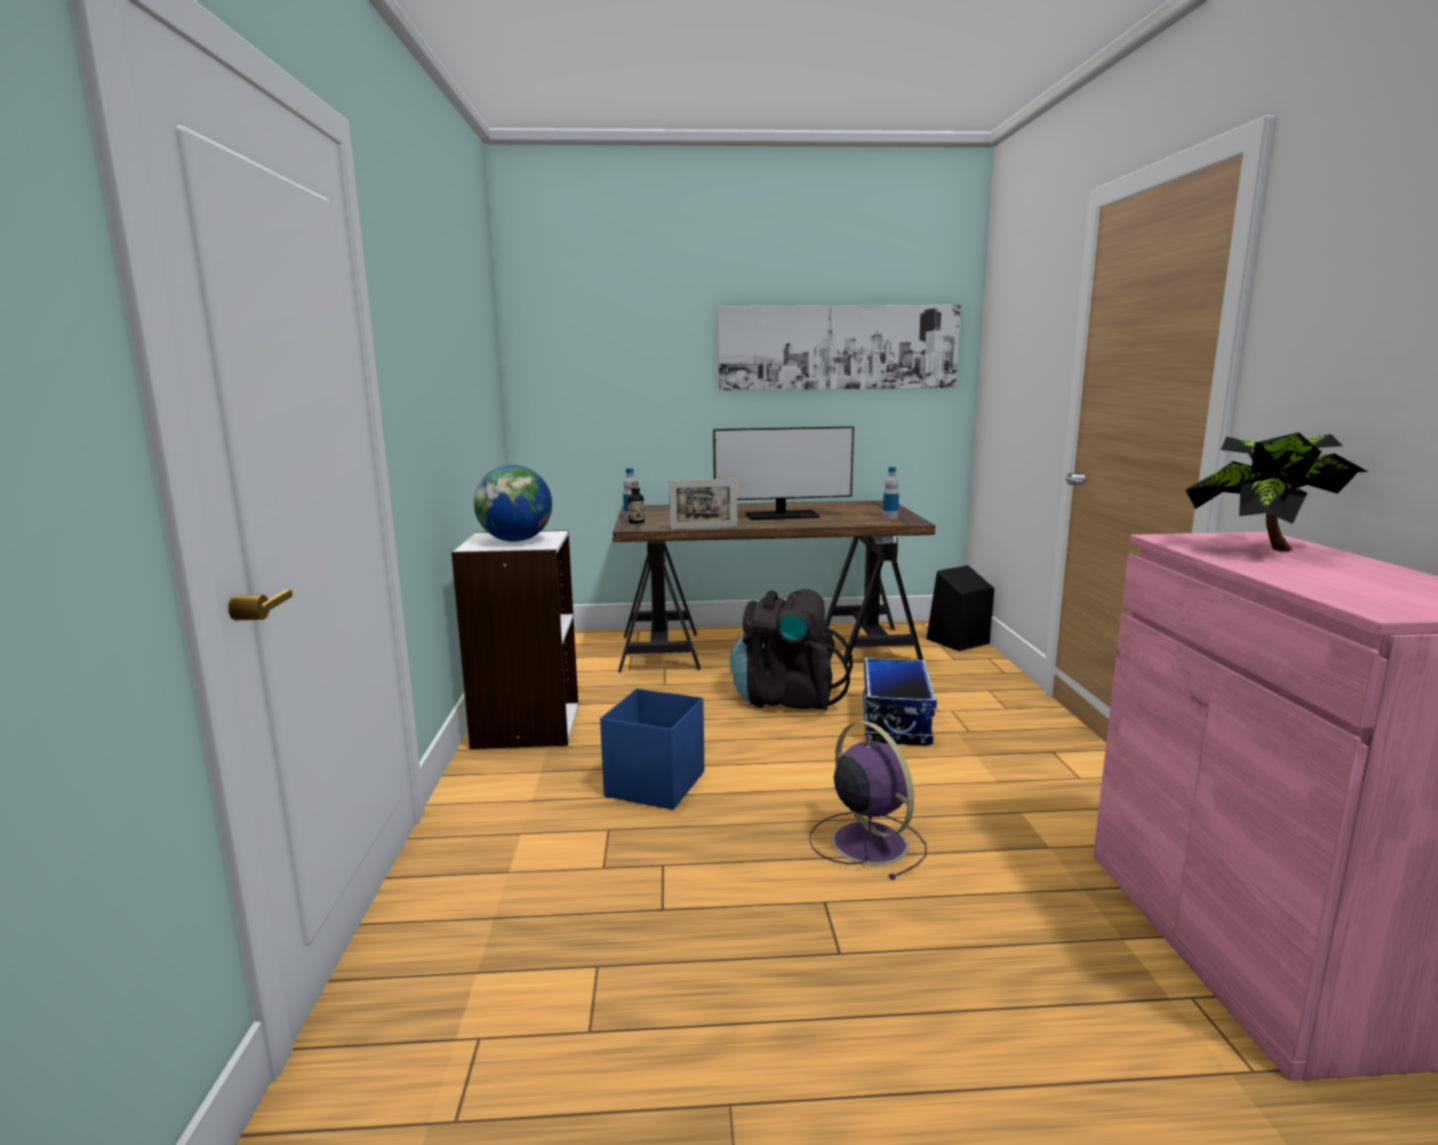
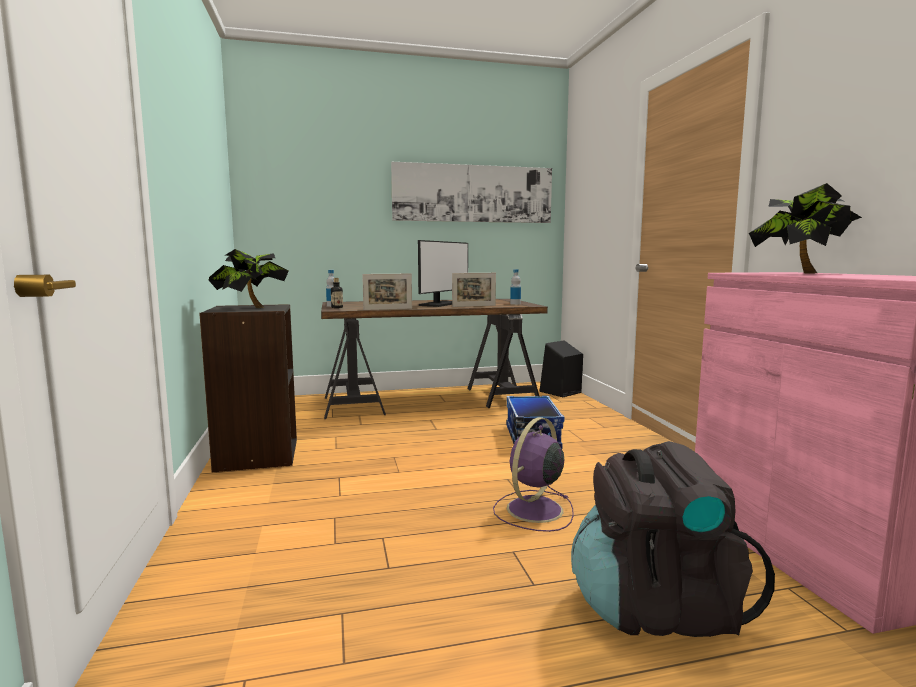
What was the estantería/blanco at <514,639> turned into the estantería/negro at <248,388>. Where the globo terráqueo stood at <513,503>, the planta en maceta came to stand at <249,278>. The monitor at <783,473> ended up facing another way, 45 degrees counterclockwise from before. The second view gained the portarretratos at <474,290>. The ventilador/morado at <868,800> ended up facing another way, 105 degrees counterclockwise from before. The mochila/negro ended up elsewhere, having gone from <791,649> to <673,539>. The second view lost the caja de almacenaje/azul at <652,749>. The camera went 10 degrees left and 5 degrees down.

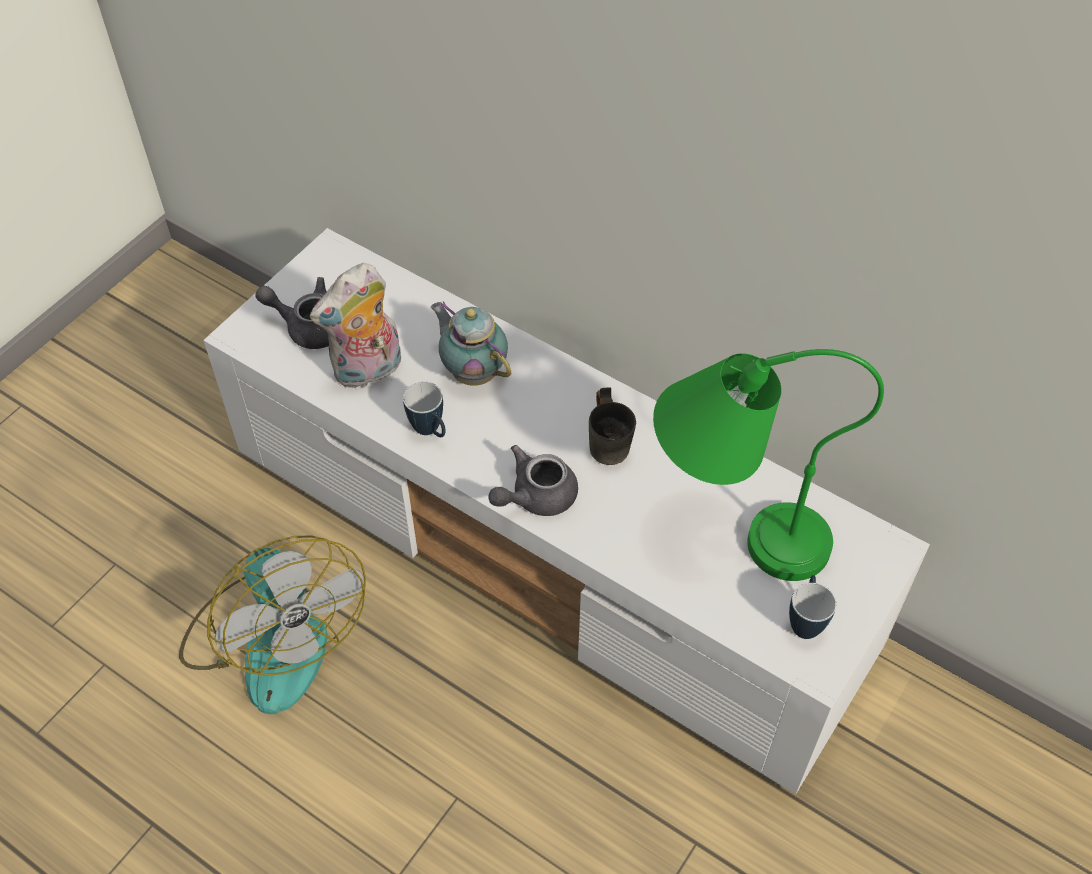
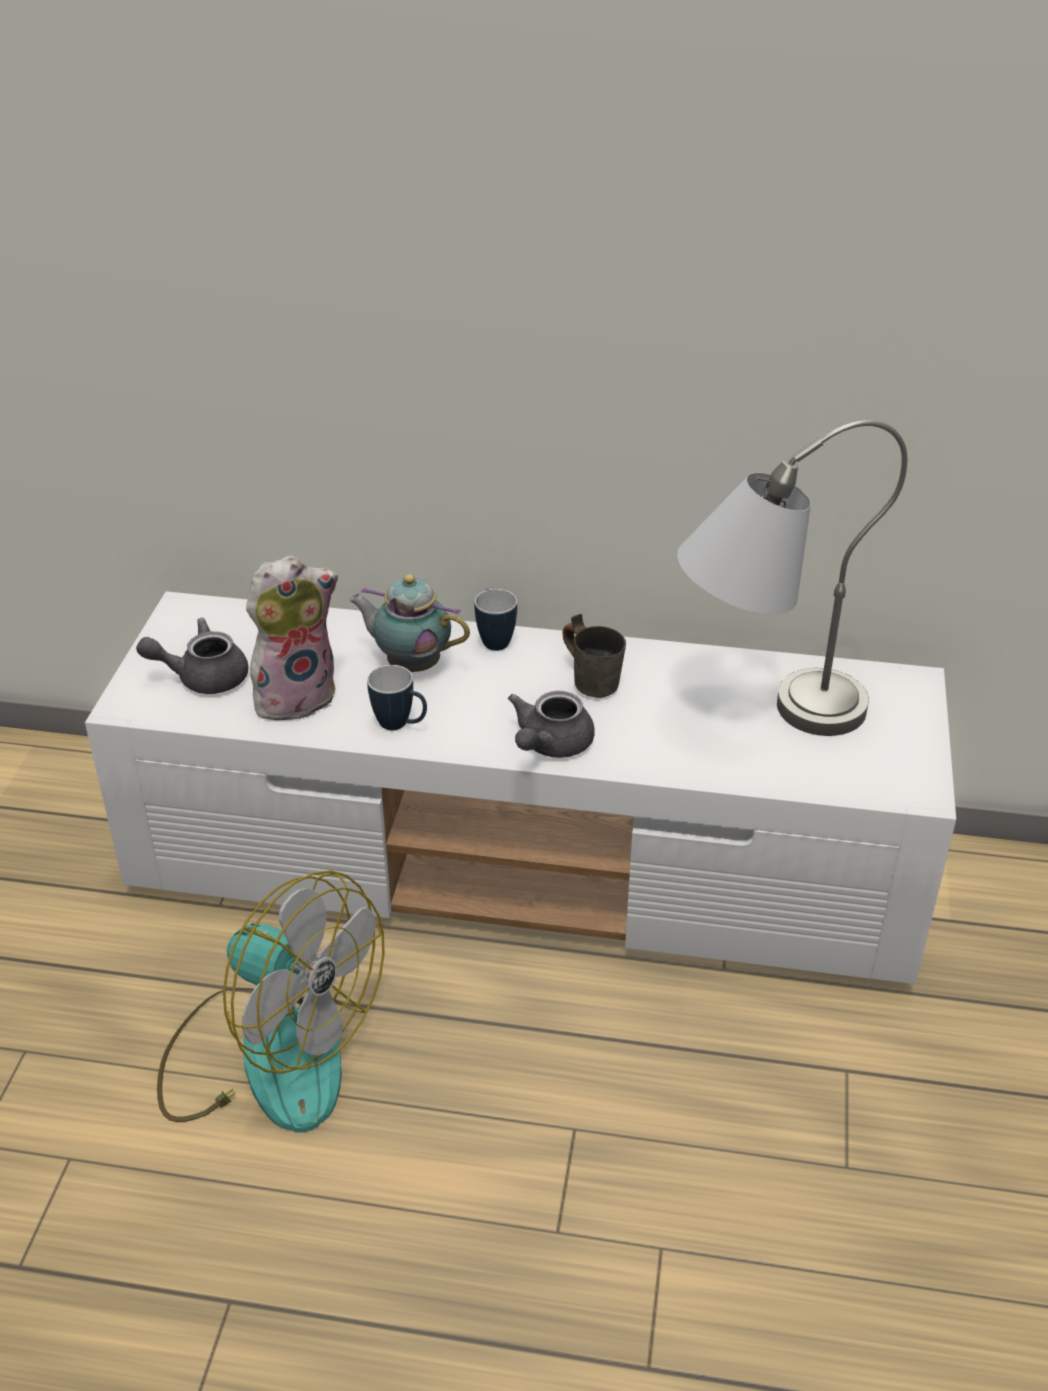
The peluche at <355,326> ended up facing another way, 150 degrees counterclockwise from before. The taza grande ended up elsewhere, having gone from <812,607> to <496,620>. What was the lámpara de mesa/verde at <768,465> turned into the lámpara de mesa/gris at <792,578>. The camera went 25 degrees left and 15 degrees down.

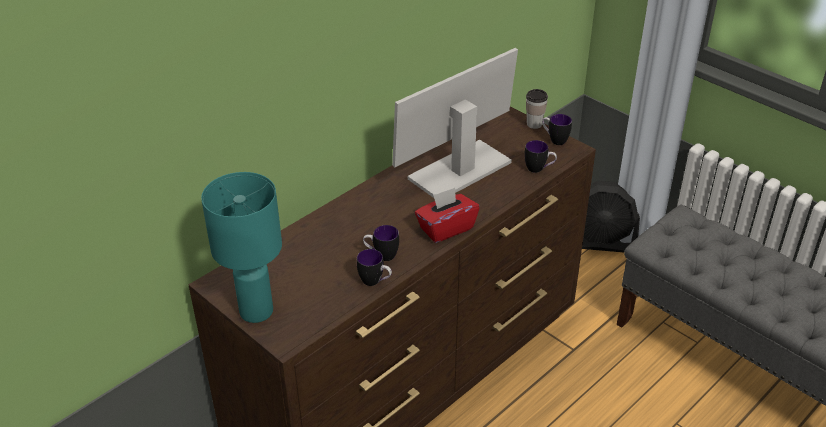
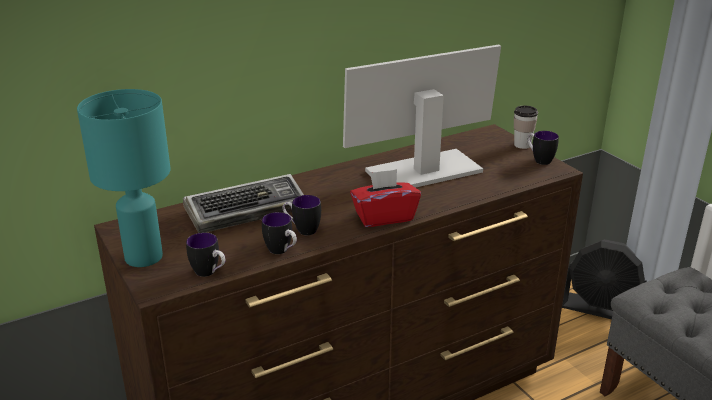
The second view gained the teclado at <243,203>. The taza grande ended up elsewhere, having gone from <540,156> to <206,254>. The camera went 15 degrees right and 10 degrees down.

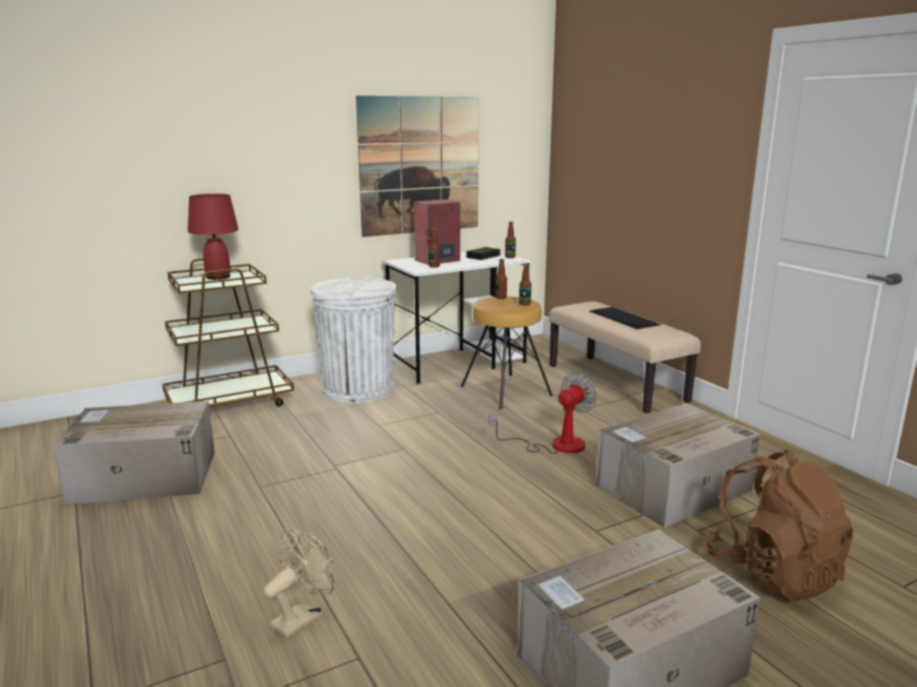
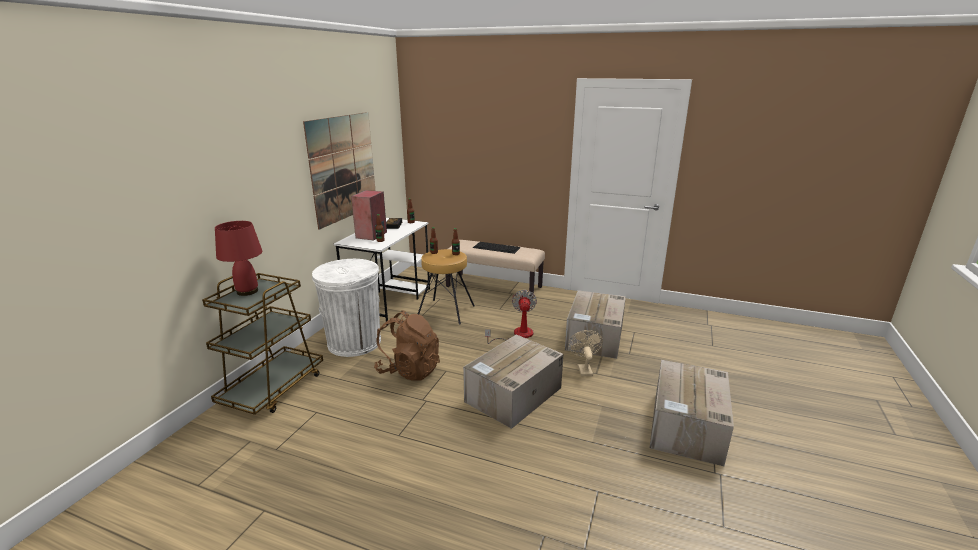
The mochila/marrón ended up elsewhere, having gone from <778,525> to <407,346>. The caja de cartón ended up elsewhere, having gone from <134,453> to <513,381>. The ventilador/beis ended up elsewhere, having gone from <299,583> to <585,353>. The camera went 40 degrees left and 5 degrees up.

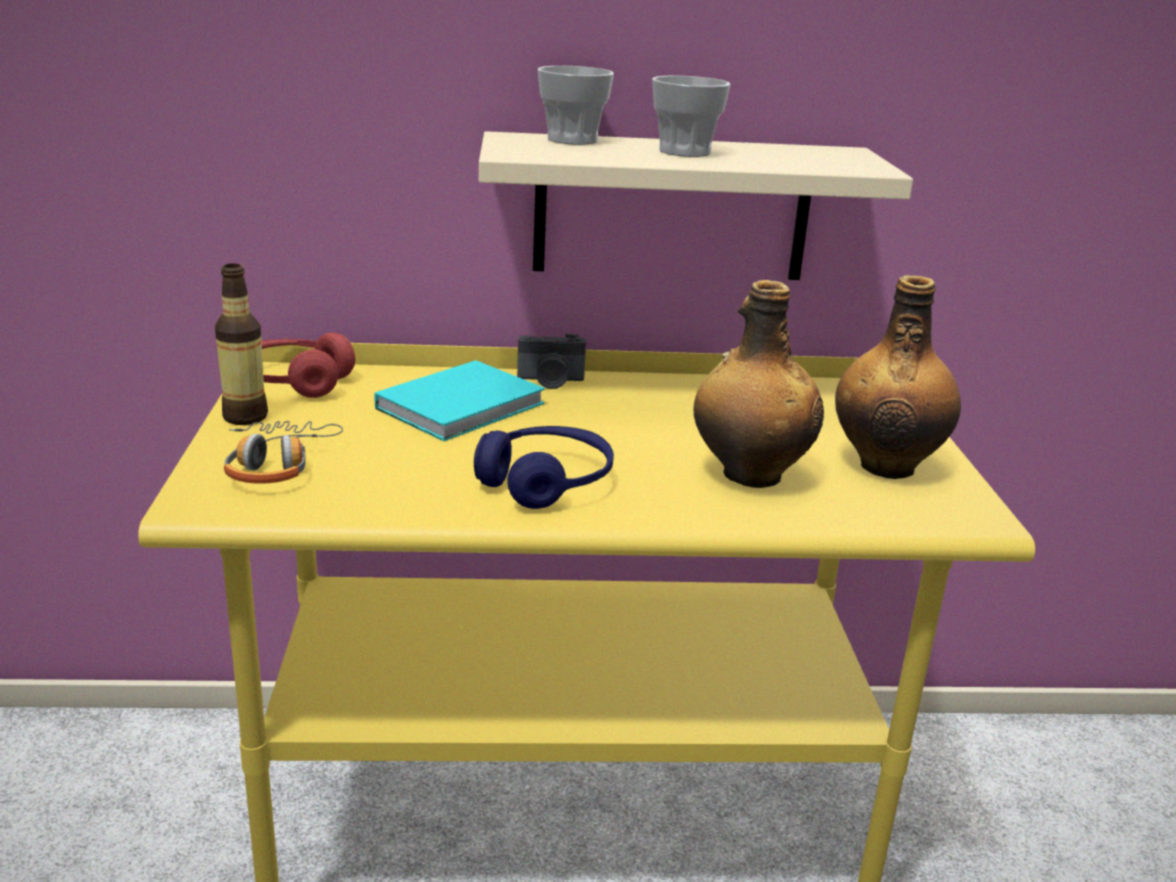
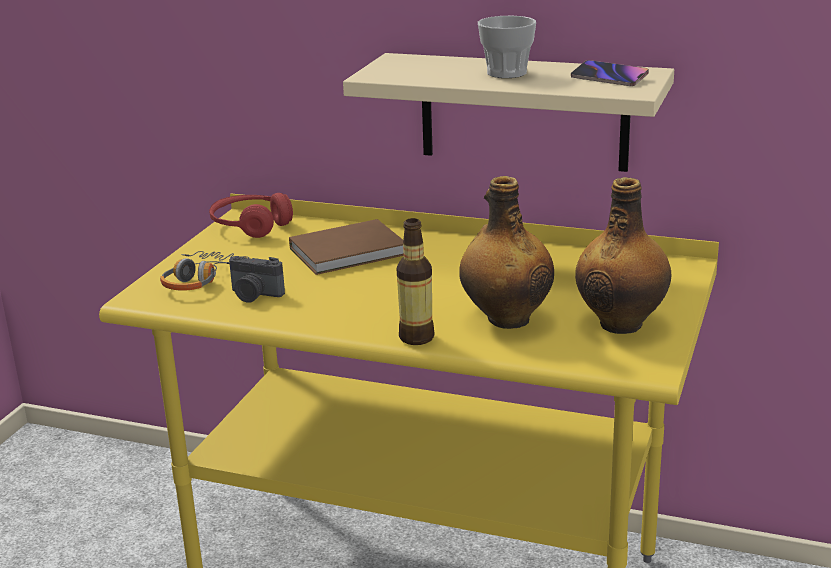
The cámara ended up elsewhere, having gone from <551,361> to <257,279>. What was the libro/turquesa at <459,400> turned into the libro/marrón at <346,247>. The botella ended up elsewhere, having gone from <241,344> to <415,281>. The second view gained the móvil at <610,73>. The second view lost the auriculares/azul at <544,467>. The second view lost the taza at <576,105>. The camera went 25 degrees right and 0 degrees up.

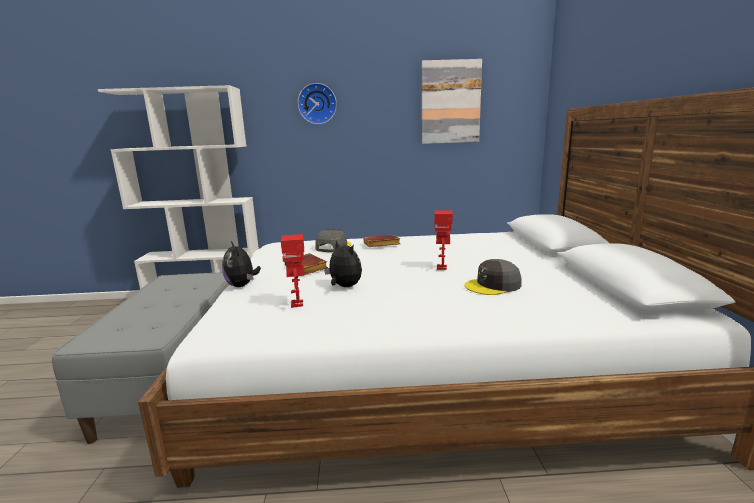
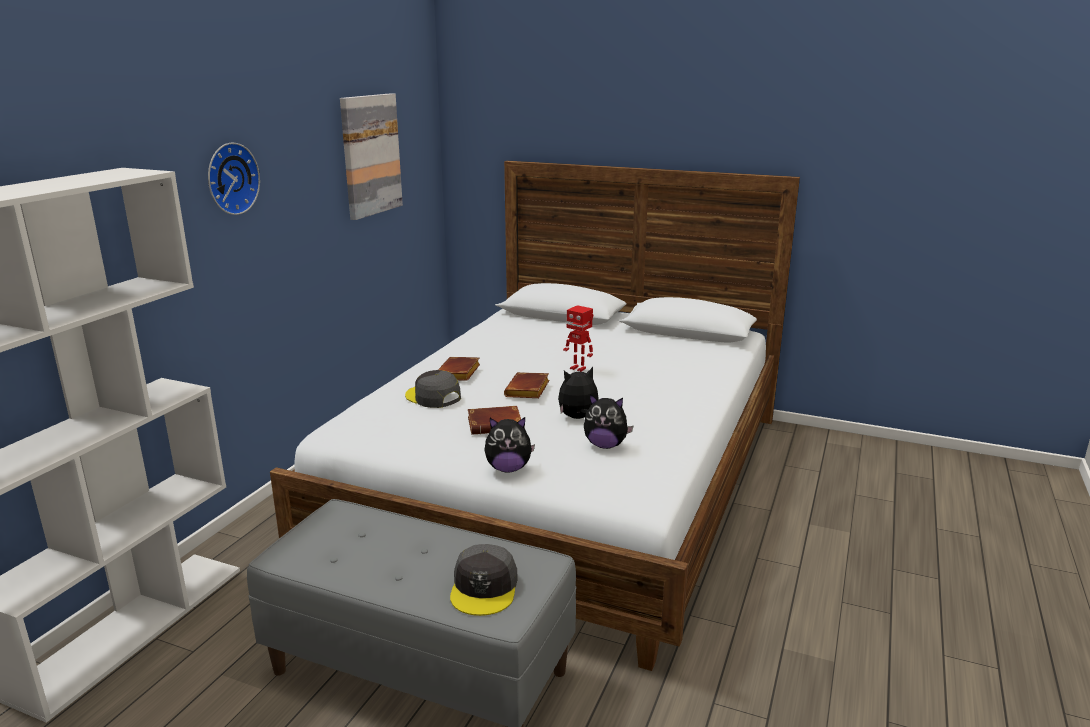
The gorra/gris ended up elsewhere, having gone from <493,277> to <483,580>. The second view gained the libro/marrón at <526,385>. Where the robot de juguete stood at <292,271>, the peluche came to stand at <608,421>. The camera went 65 degrees left and 5 degrees up.

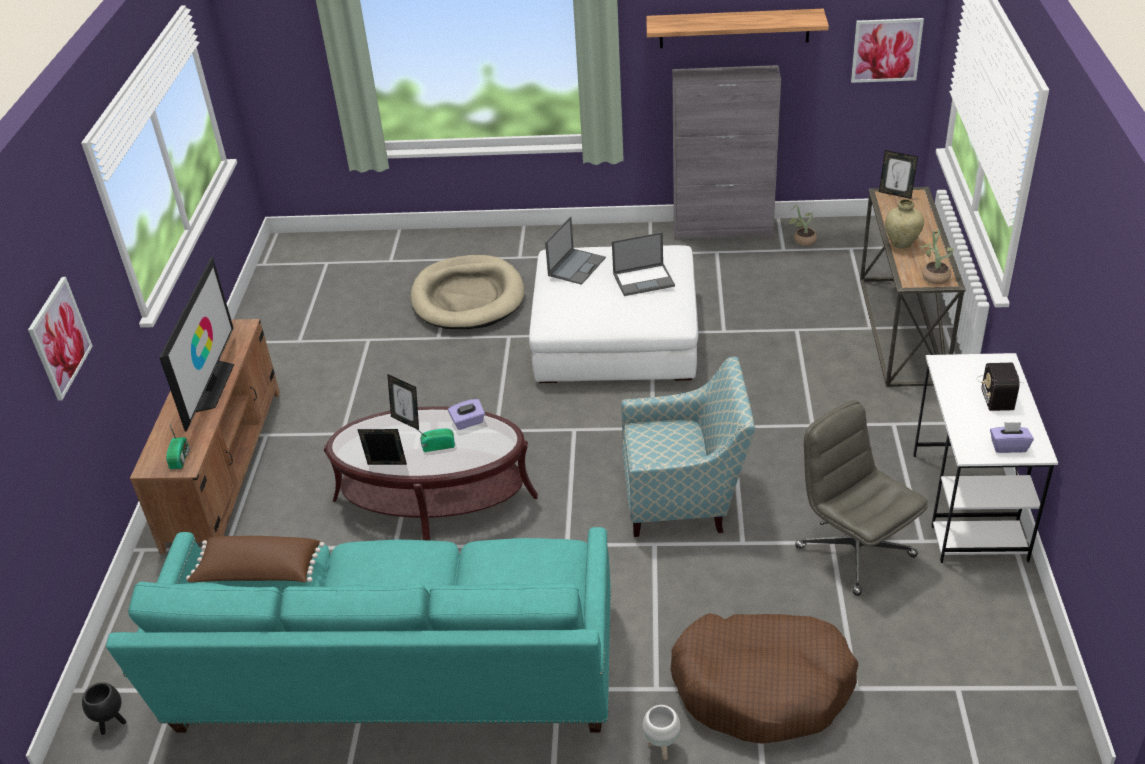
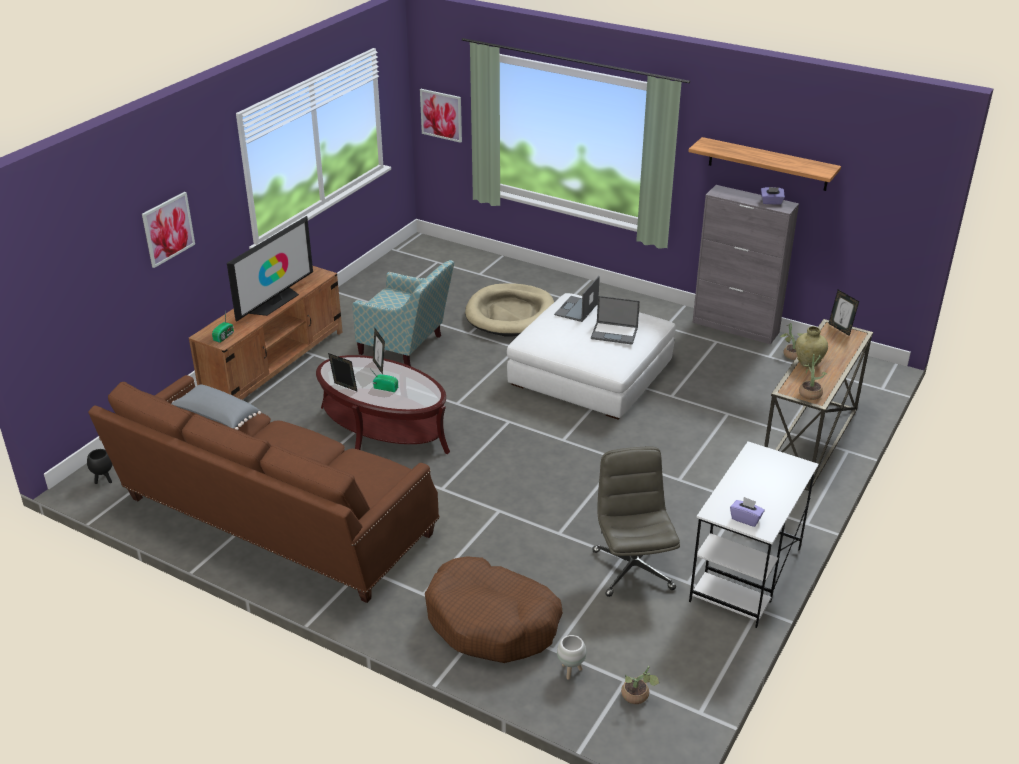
What was the sofá/turquesa at <358,629> turned into the sofá/marrón at <263,489>. What was the cojín/marrón at <255,559> turned into the cojín/gris at <216,407>. The sillón ended up elsewhere, having gone from <688,446> to <403,313>. The cuadro ended up elsewhere, having gone from <887,50> to <441,116>. The portátil at <575,250> ended up facing another way, 150 degrees clockwise from before. The maceta/blanco ended up elsewhere, having gone from <661,732> to <571,657>. The second view gained the planta en maceta at <640,685>. The caja de pañuelos/morado ended up elsewhere, having gone from <466,414> to <773,196>. The second view lost the radio at <999,387>. The camera went 25 degrees right and 5 degrees down.

